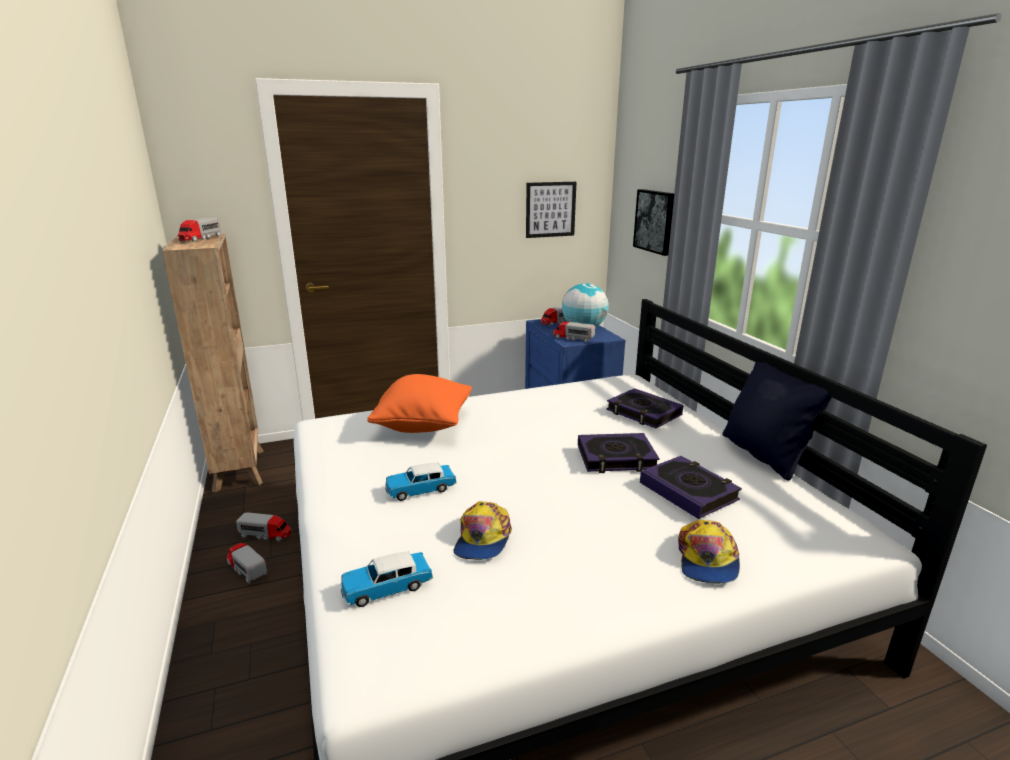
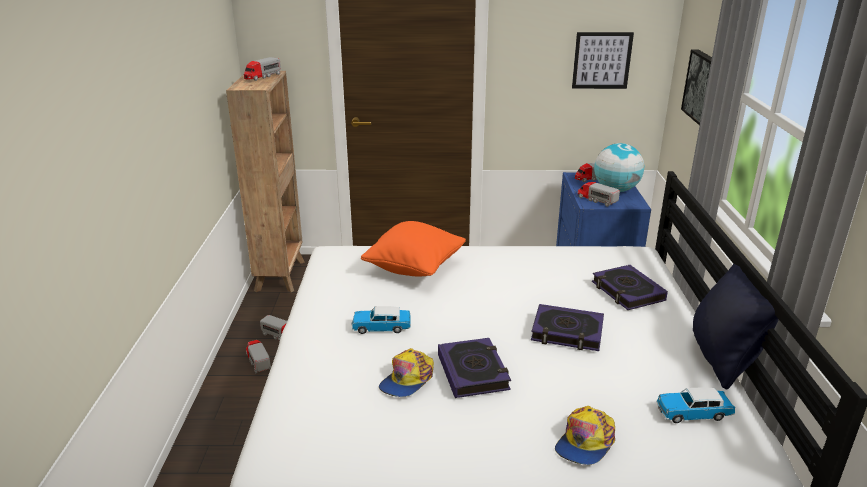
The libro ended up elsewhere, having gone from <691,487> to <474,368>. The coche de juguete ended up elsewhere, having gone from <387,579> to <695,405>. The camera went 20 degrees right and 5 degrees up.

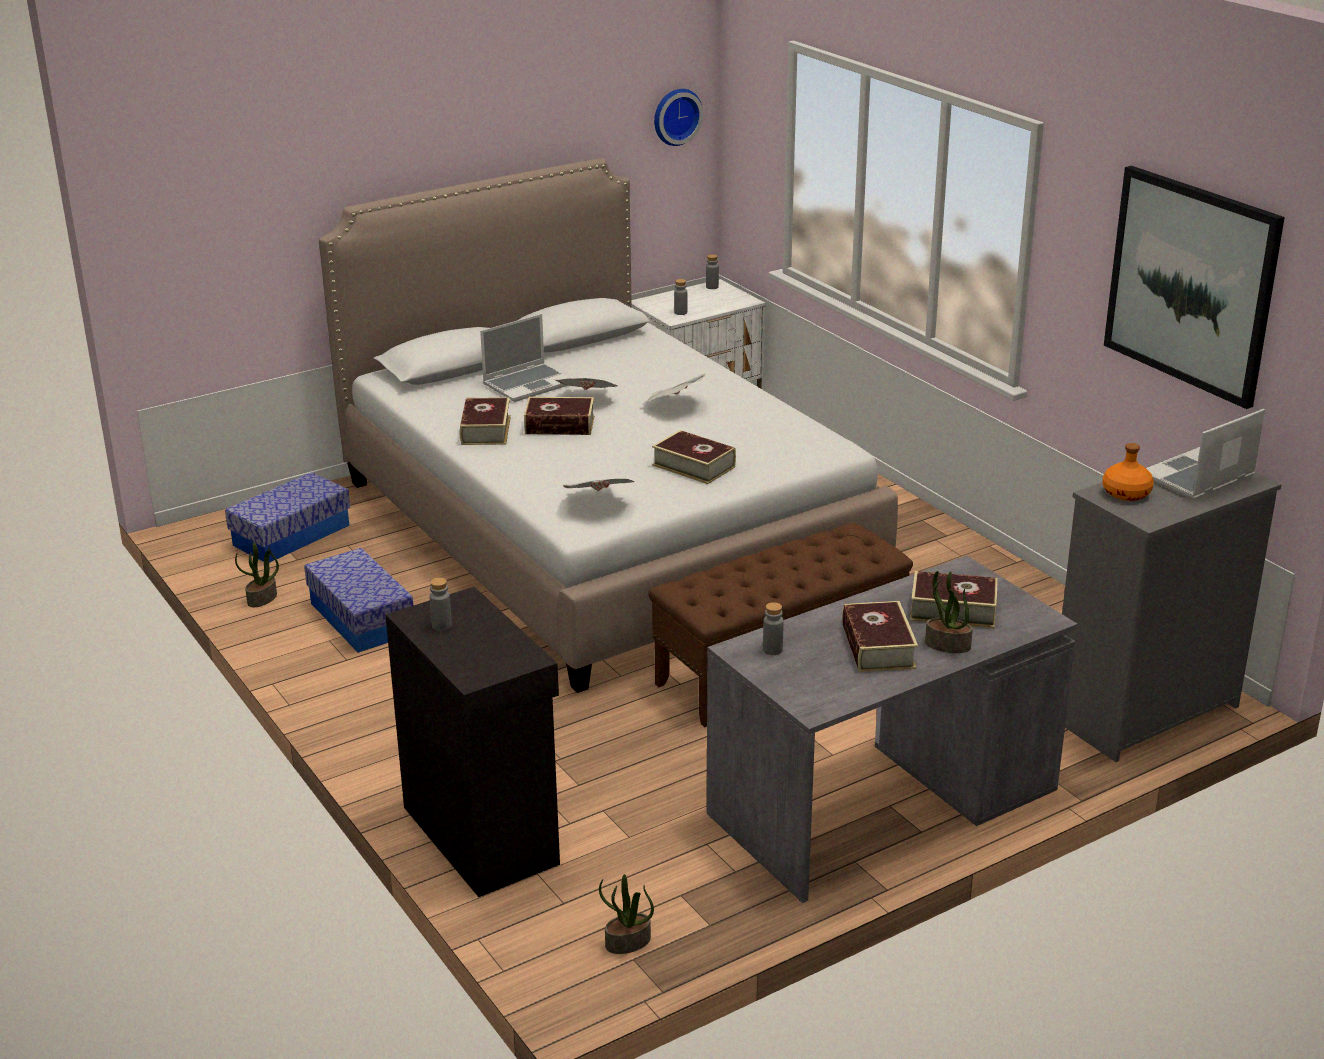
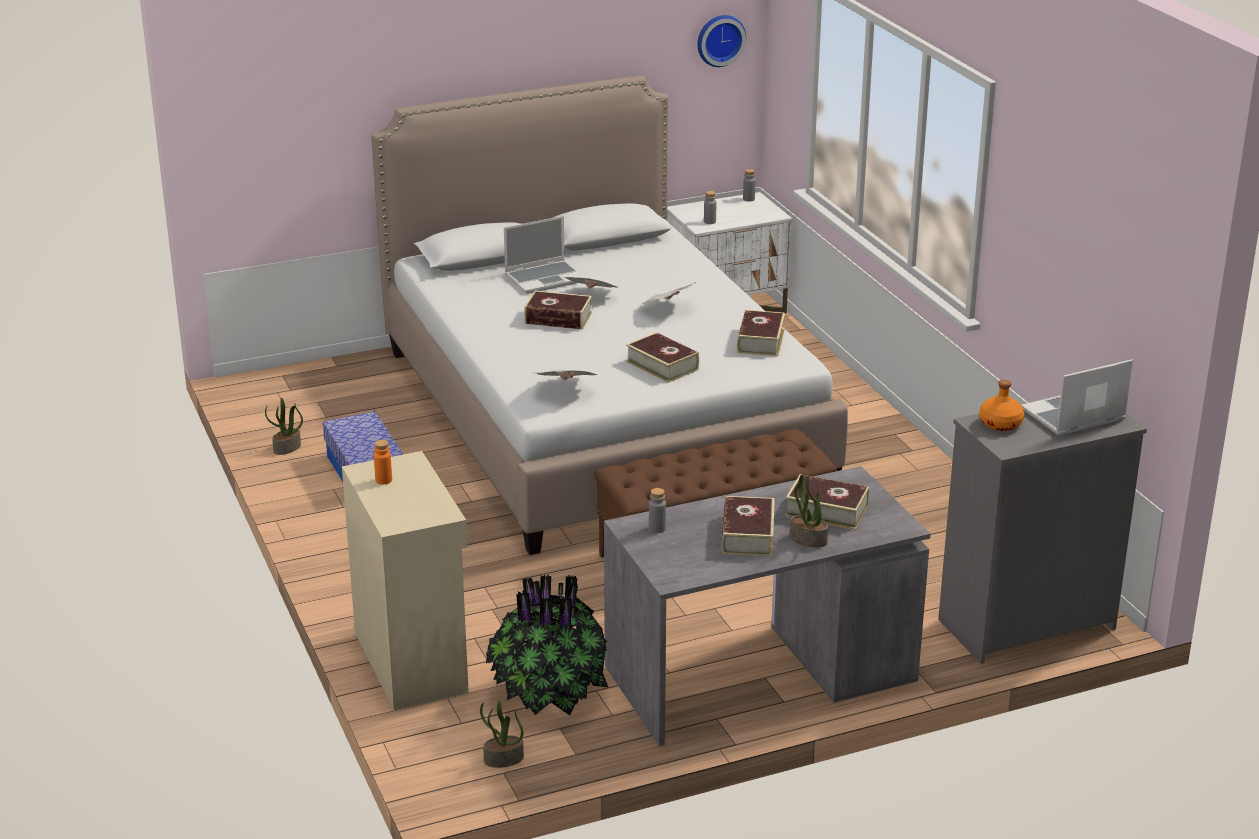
What was the armario/negro at <472,742> turned into the armario/beis at <405,580>. What was the botella/gris at <440,604> turned into the botella/naranja at <383,462>. The second view gained the planta en maceta at <547,644>. The libro ended up elsewhere, having gone from <485,421> to <761,333>. The second view lost the caja de almacenaje at <287,517>. The second view lost the cuadro at <1194,287>. The camera went 10 degrees right and 0 degrees up.

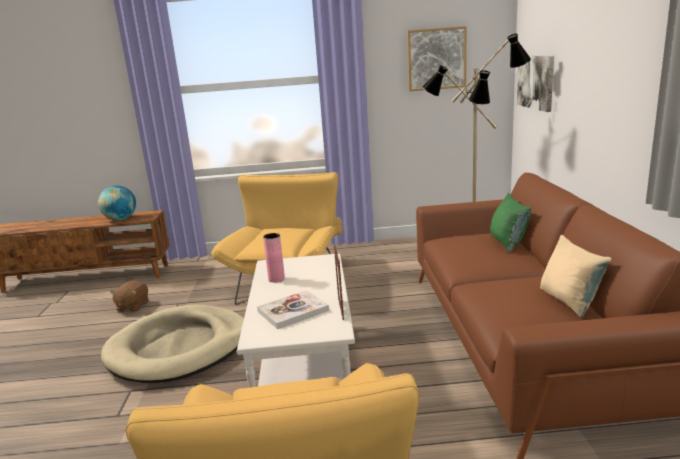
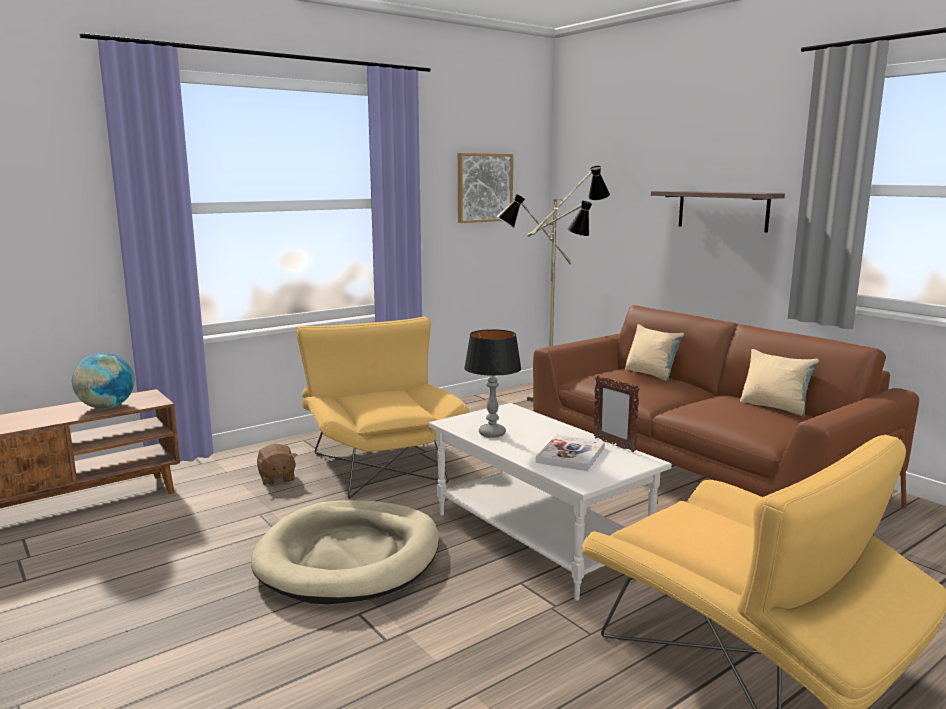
The peluche/marrón ended up elsewhere, having gone from <129,296> to <277,465>. Where the florero/rosa stood at <274,257>, the lámpara de mesa came to stand at <492,383>. What was the cojín/verde at <510,222> turned into the cojín/beis at <654,352>. The second view gained the estante at <718,211>. The second view lost the cuadro at <535,84>. The camera went 35 degrees left and 5 degrees down.

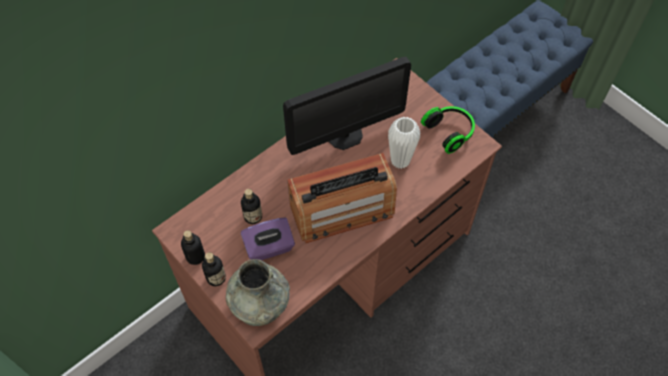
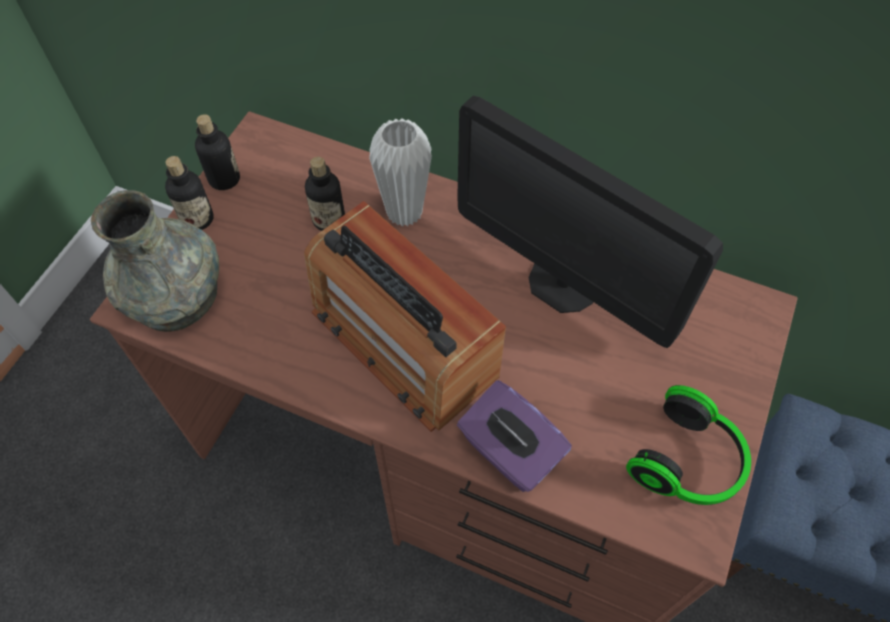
The florero/blanco ended up elsewhere, having gone from <404,143> to <400,172>. The caja de pañuelos/morado ended up elsewhere, having gone from <268,238> to <514,436>. The camera went 65 degrees right and 0 degrees up.

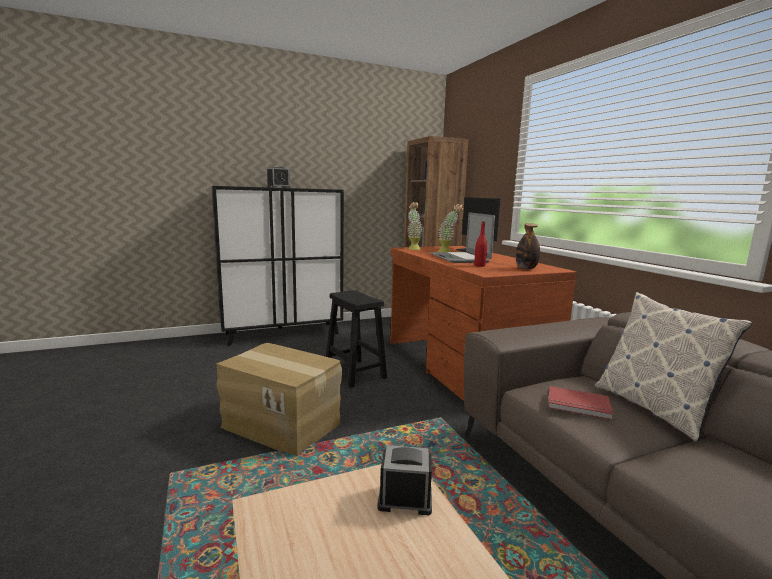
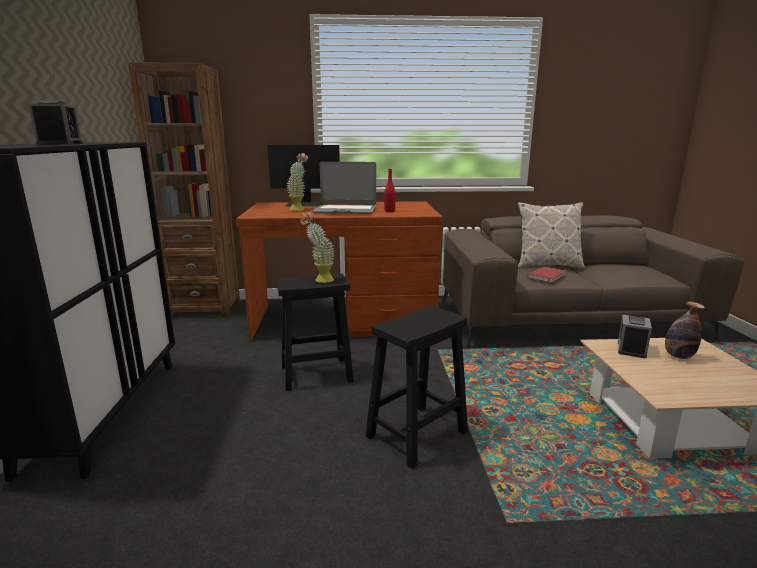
The planta en maceta ended up elsewhere, having gone from <415,226> to <317,247>. Where the caja de cartón stood at <279,399>, the taburete/negro came to stand at <416,387>. The botella ended up elsewhere, having gone from <528,246> to <685,330>. The camera went 70 degrees left and 5 degrees up.

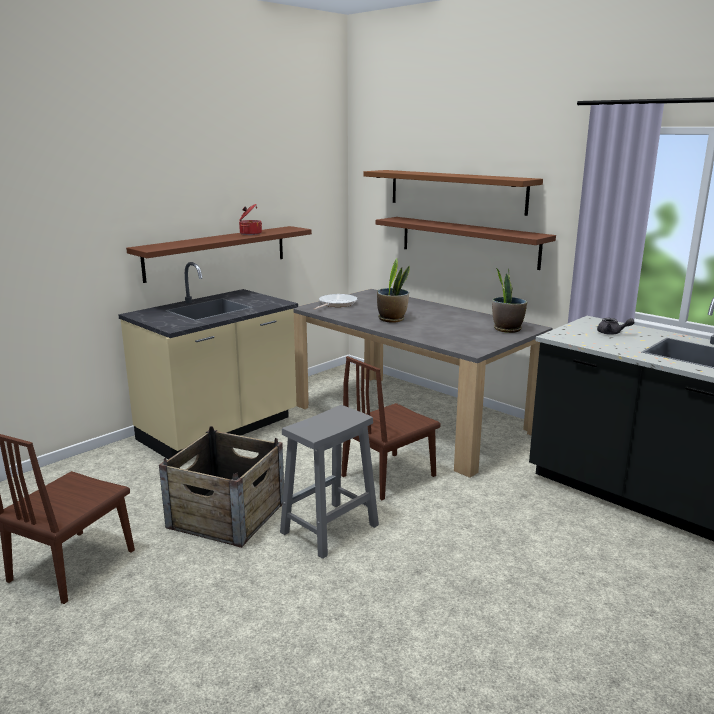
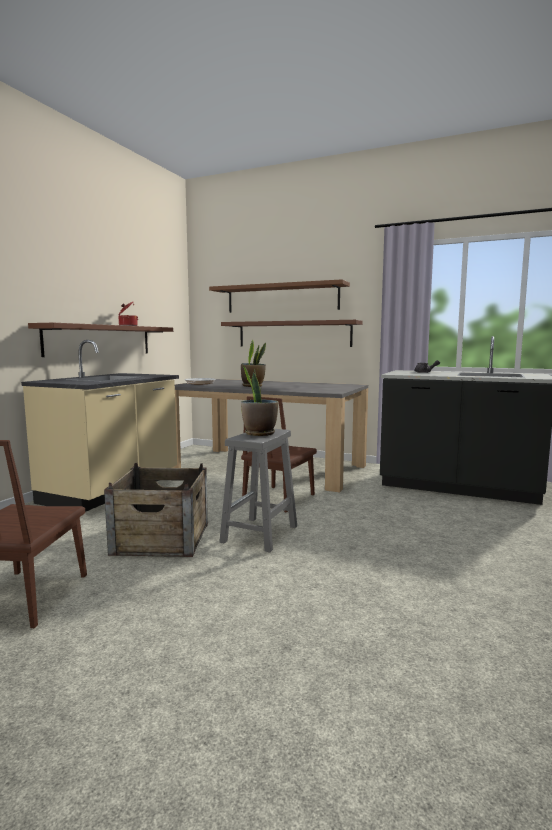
The planta en maceta ended up elsewhere, having gone from <509,300> to <259,400>. The camera went 20 degrees left and 10 degrees down.

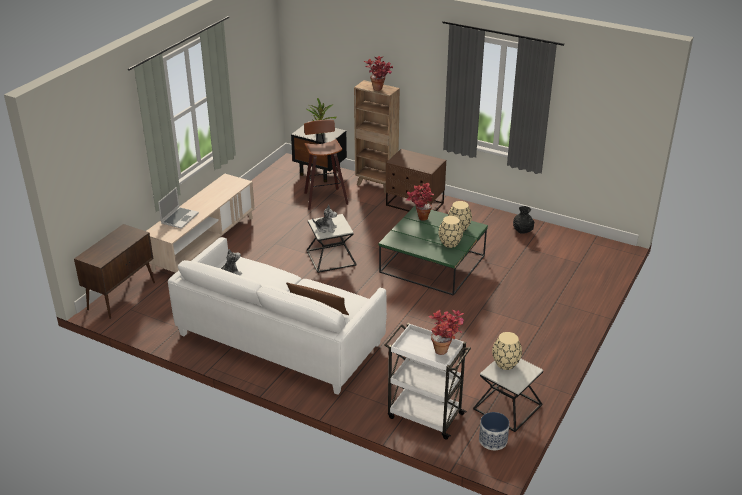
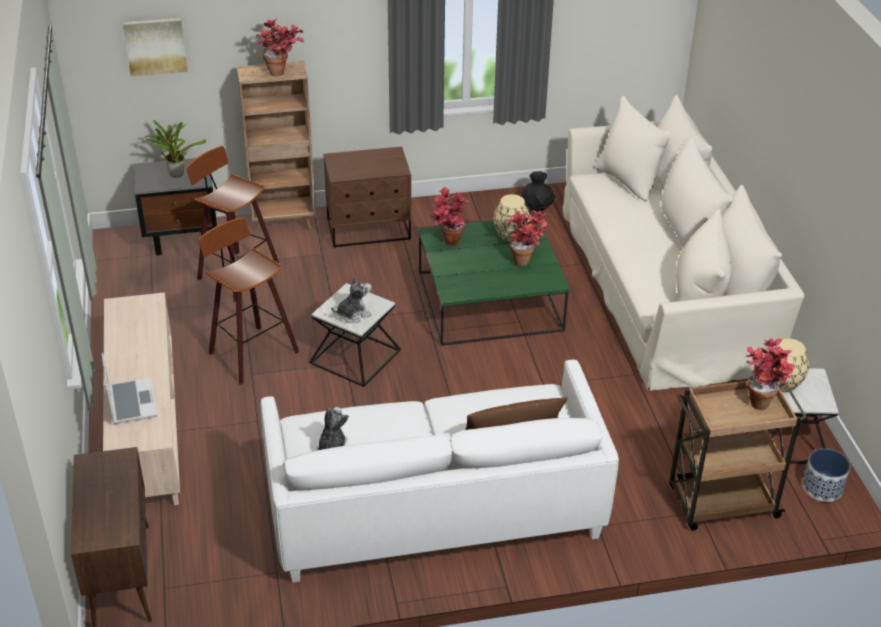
The second view gained the cuadro at <155,47>. The second view gained the taburete at <249,301>. Where the florero/beis stood at <451,232>, the planta en maceta came to stand at <526,238>. The second view gained the sofá/beis at <684,243>. What was the carrito/blanco at <428,381> turned into the carrito/marrón at <738,456>. The camera went 40 degrees left and 5 degrees up.

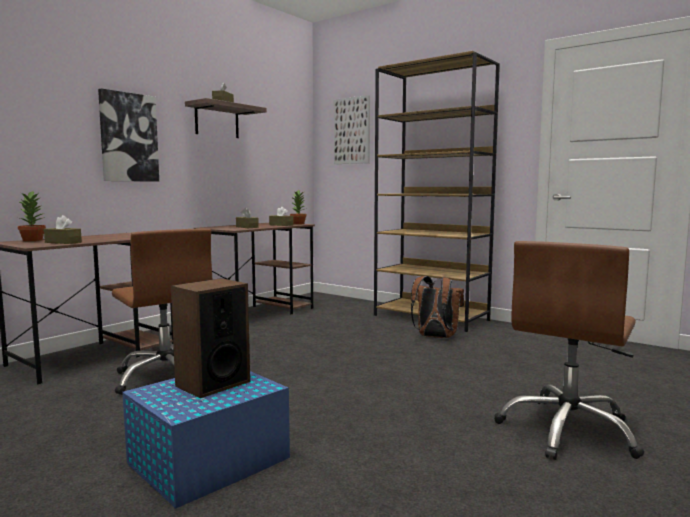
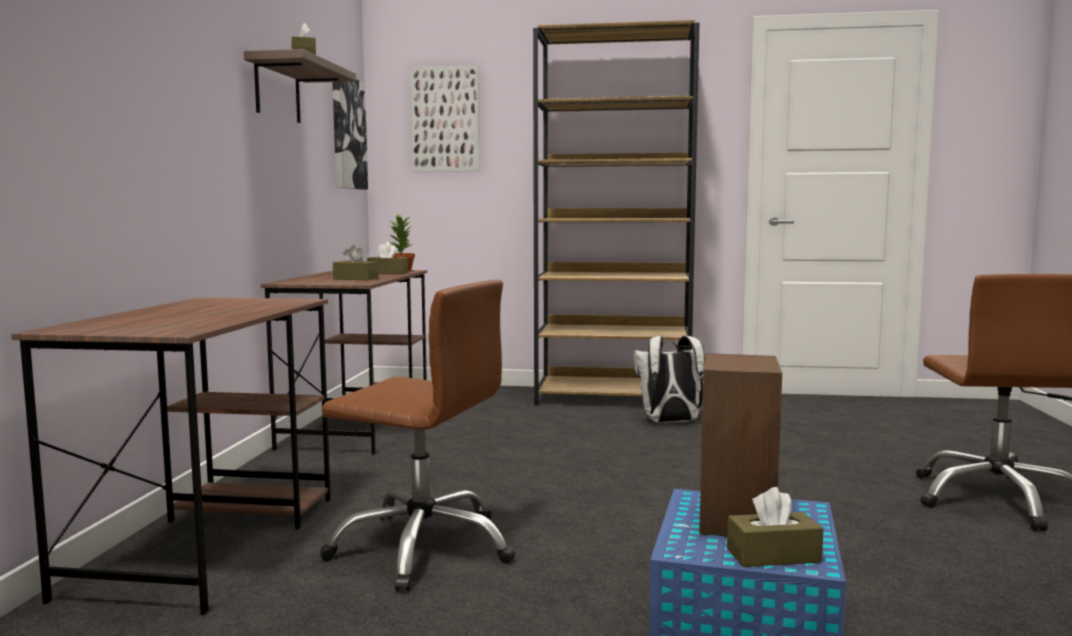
The cuadro ended up elsewhere, having gone from <128,135> to <350,134>. What was the mochila/marrón at <437,307> turned into the mochila/blanco at <669,379>. The caja de pañuelos/marrón ended up elsewhere, having gone from <63,229> to <775,527>. The second view lost the planta en maceta at <32,216>. The camera went 30 degrees left and 0 degrees up.

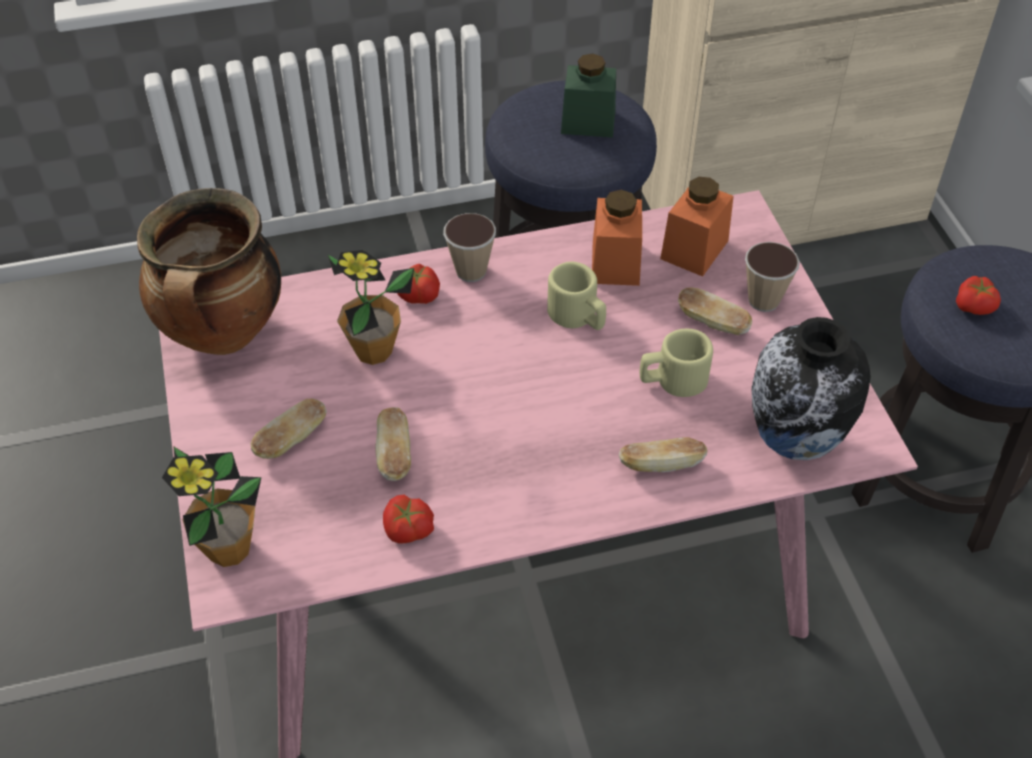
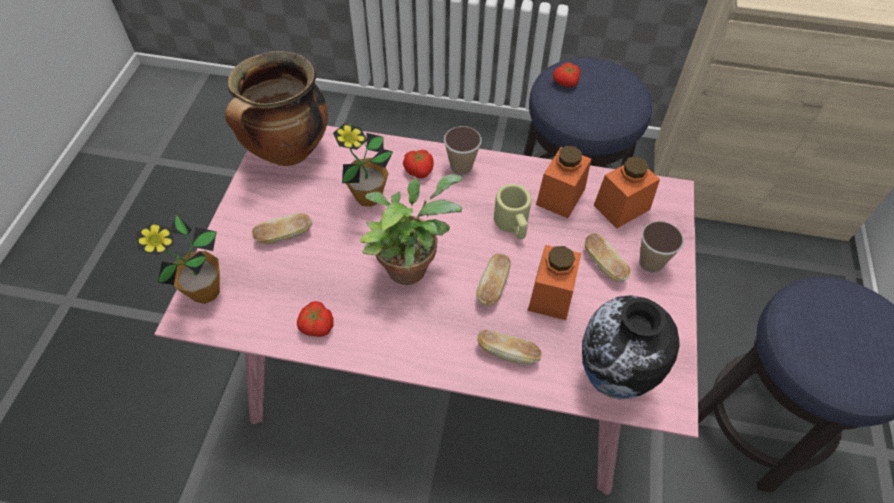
The second view gained the planta en maceta at <412,229>. The pan ended up elsewhere, having gone from <393,444> to <493,280>. Where the taza grande/beis stood at <676,363>, the tarro/naranja came to stand at <554,282>. The tomate ended up elsewhere, having gone from <978,295> to <566,75>. The second view lost the tarro/verde at <588,95>. The camera went 25 degrees right and 5 degrees up.

